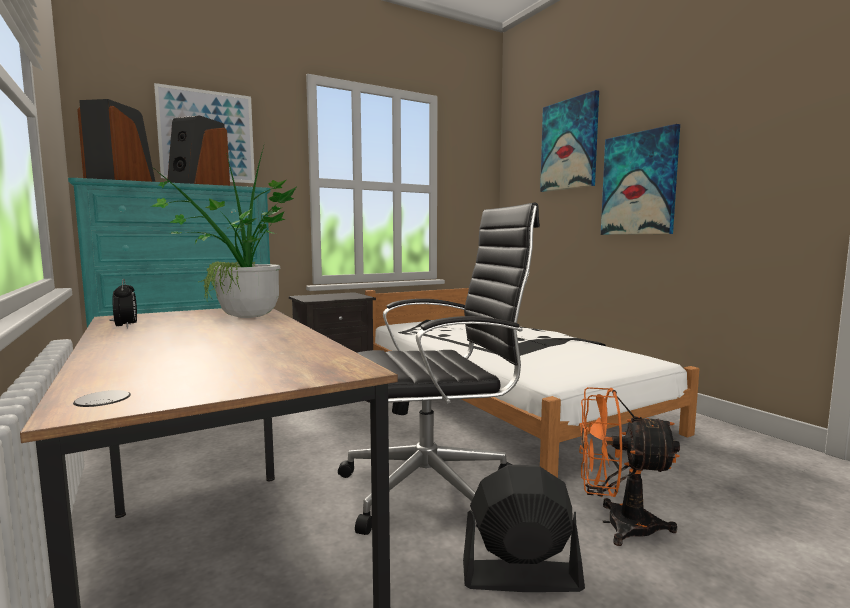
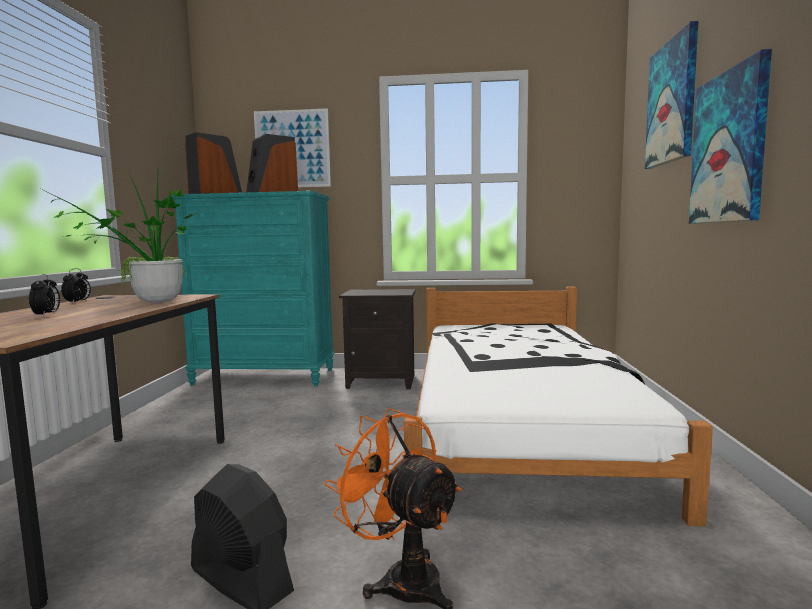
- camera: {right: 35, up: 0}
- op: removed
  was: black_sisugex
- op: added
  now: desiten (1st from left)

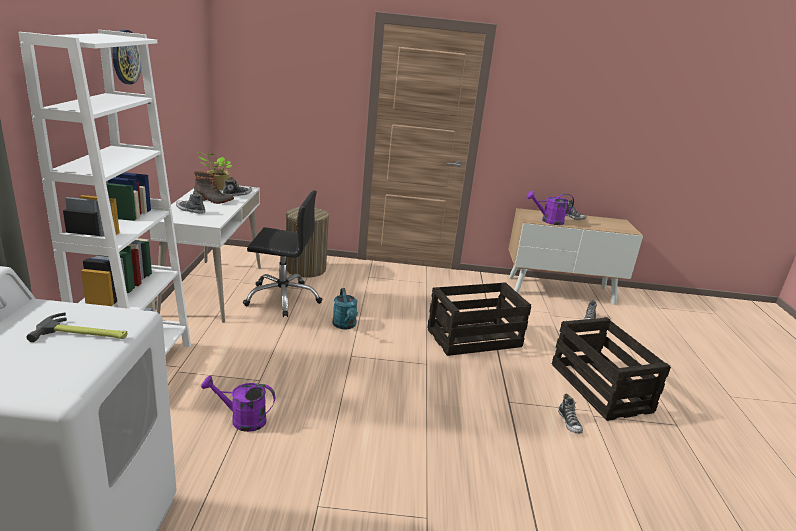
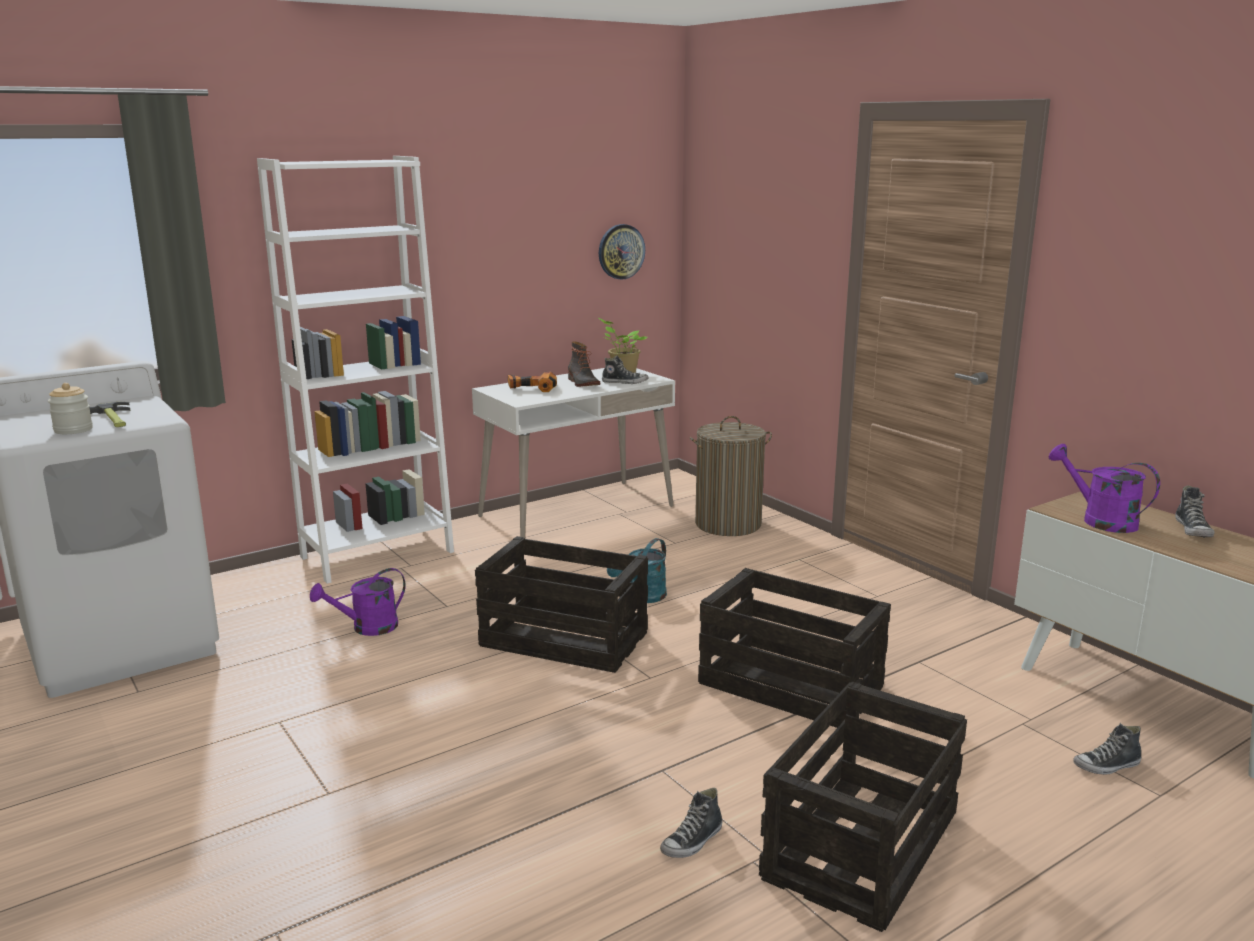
- camera: {right: 55, up: -5}
- op: moved
  was: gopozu
- op: replaced
  was: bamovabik (1st from left)
  now: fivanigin
- op: turned
  was: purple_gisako (1st from left)
  clockwise: -90
- op: removed
  was: black_sisugex
- op: added
  now: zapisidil
- op: added
  now: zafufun (1st from left)

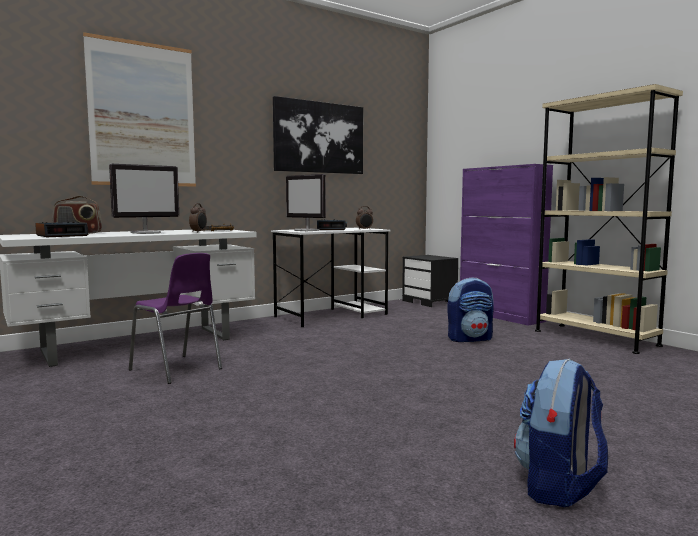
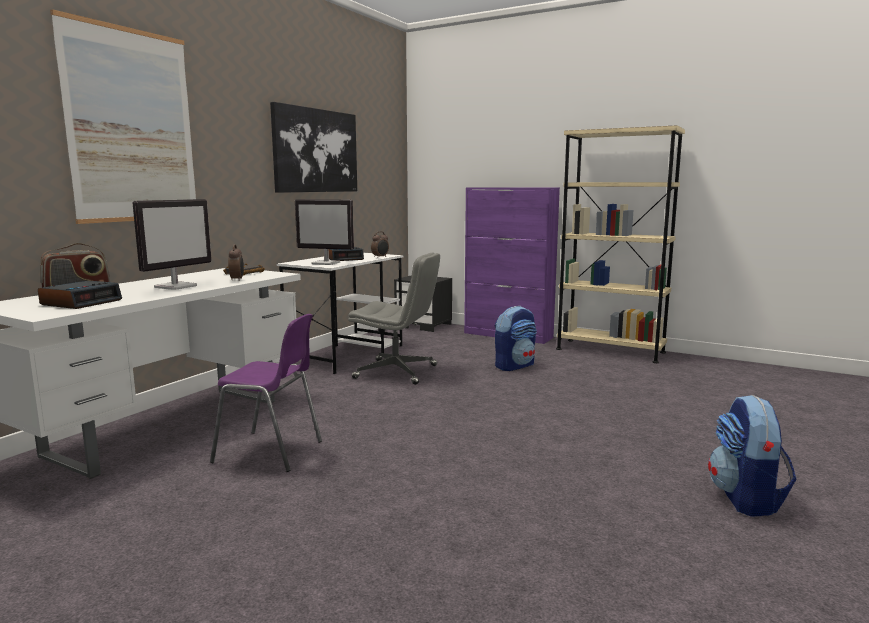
- camera: {right: -25, up: 5}
- op: added
  now: grey_sisugex

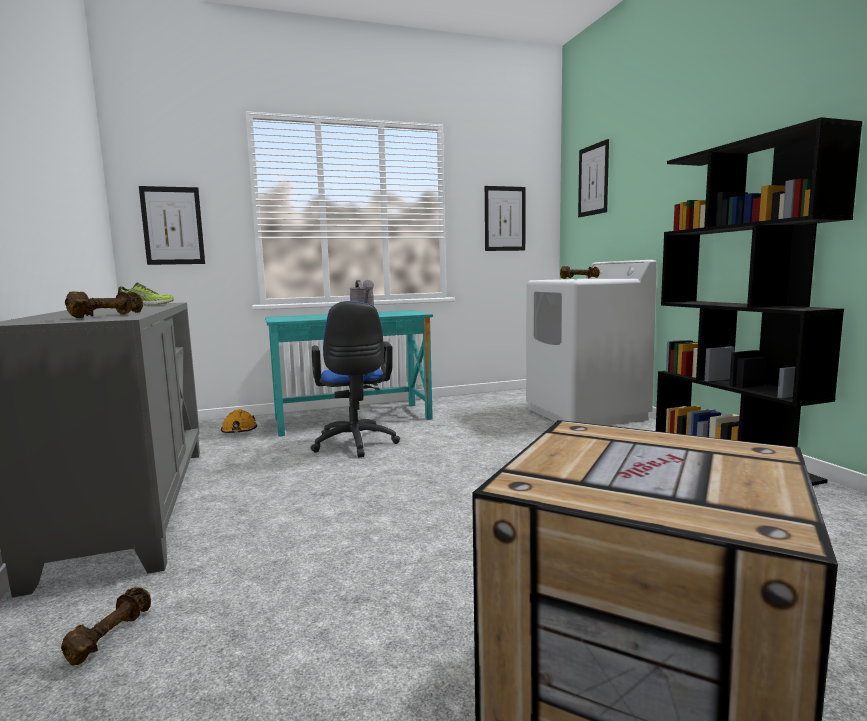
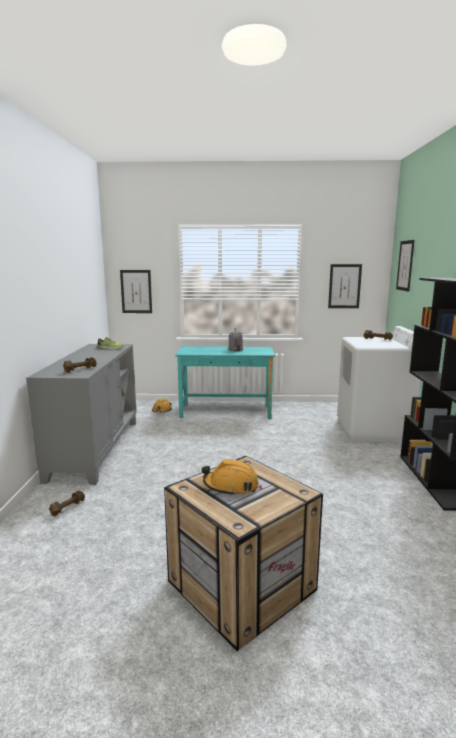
- camera: {right: 20, up: 5}
- op: removed
  was: blue_sisugex
- op: added
  now: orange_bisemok (2nd from left)

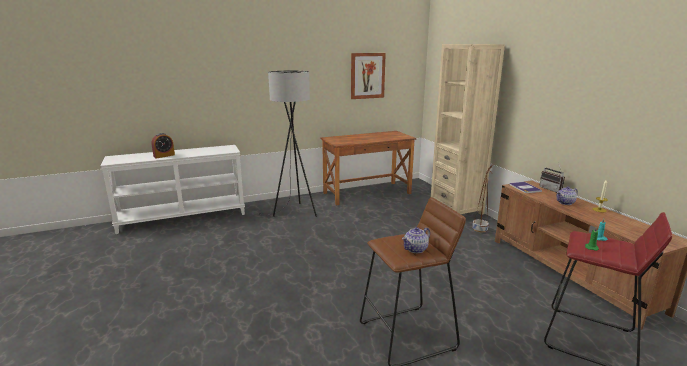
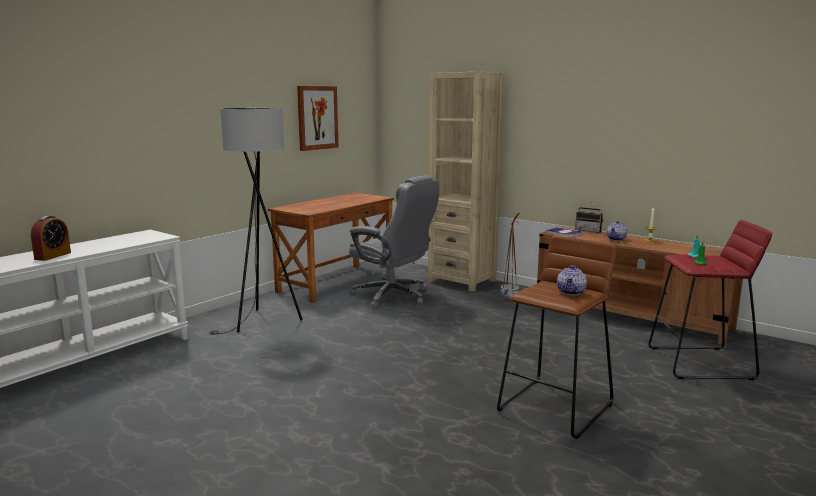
- camera: {right: -30, up: -5}
- op: added
  now: grey_sisugex

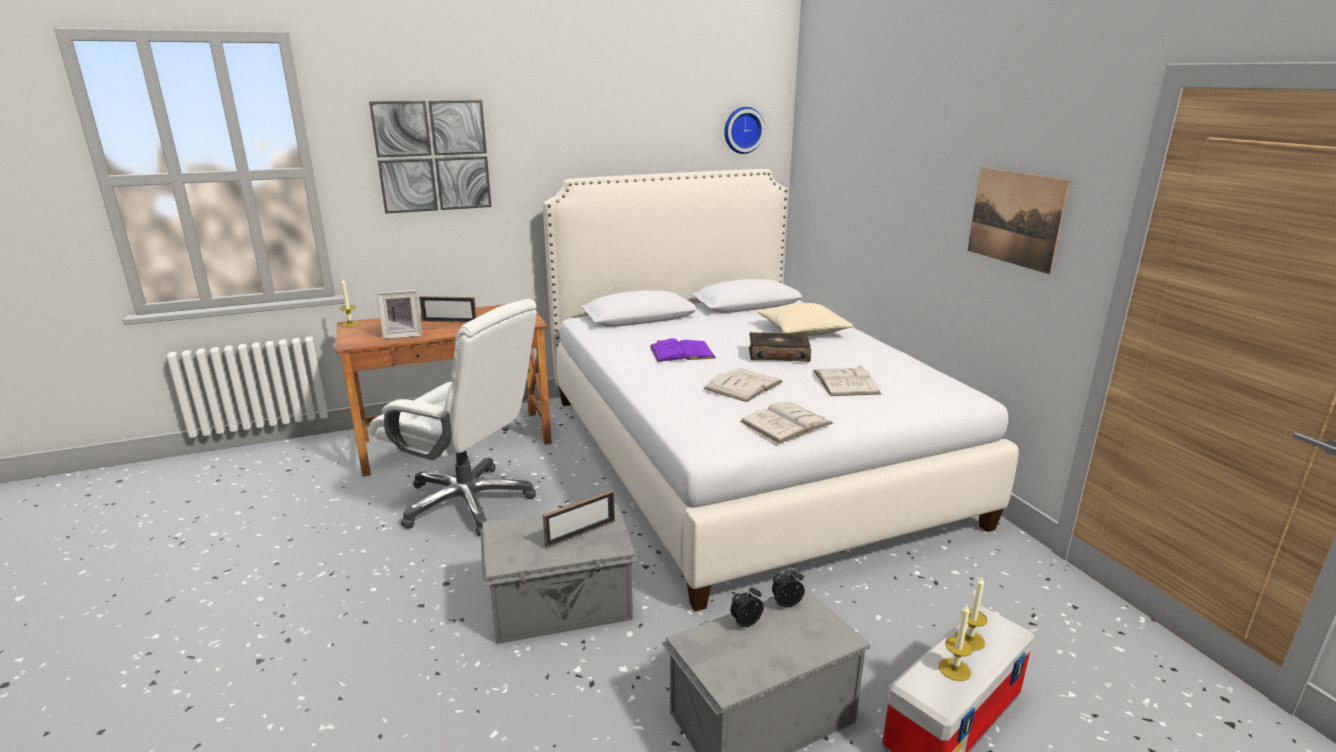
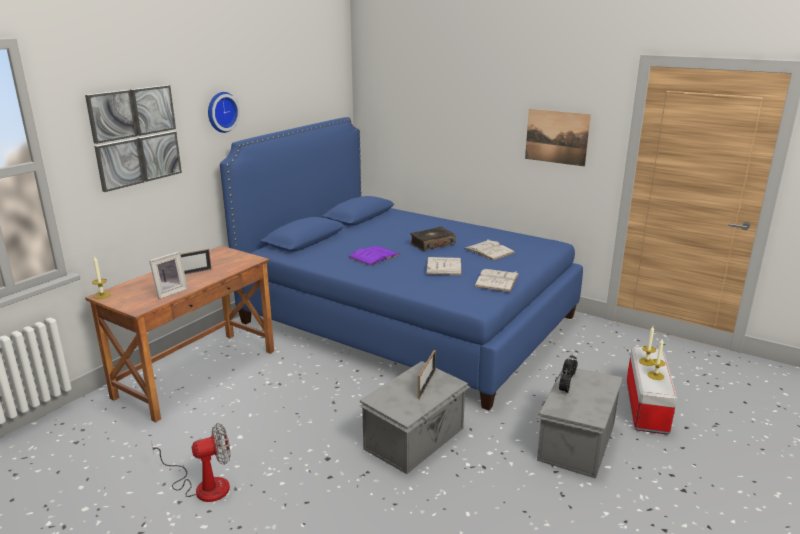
- camera: {right: -35, up: 0}
- op: removed
  was: white_sisugex
- op: recoloured
  was: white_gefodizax
  now: blue_gefodizax
- op: moved
  was: gopozu
- op: removed
  was: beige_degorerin
- op: added
  now: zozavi

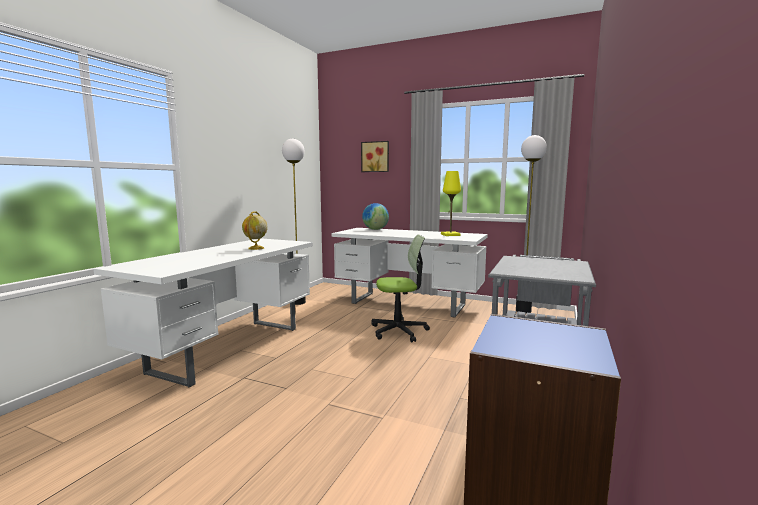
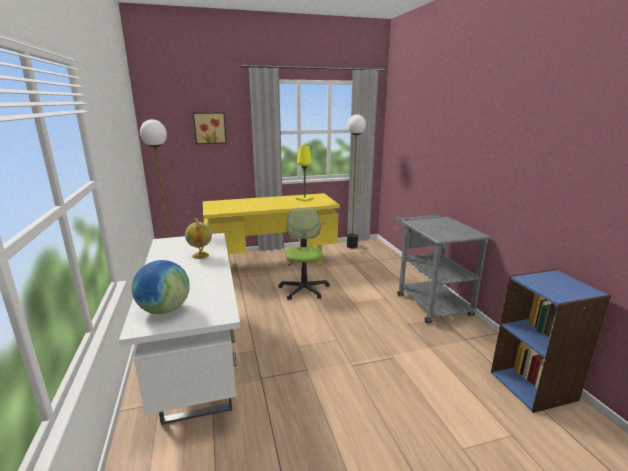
- camera: {right: -40, up: 10}
- op: recoloured
  was: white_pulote (2nd from left)
  now: yellow_pulote
- op: moved
  was: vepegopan (2nd from left in the first image)
  now: vepegopan (1st from left)
- op: turned
  was: sisugex
  clockwise: -45

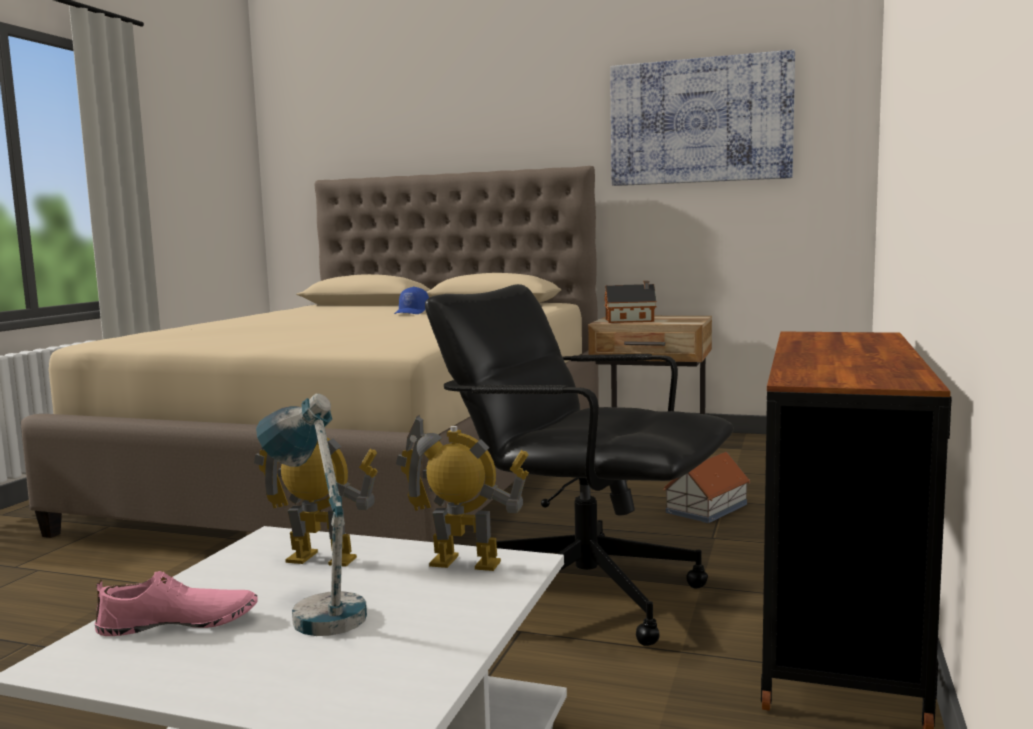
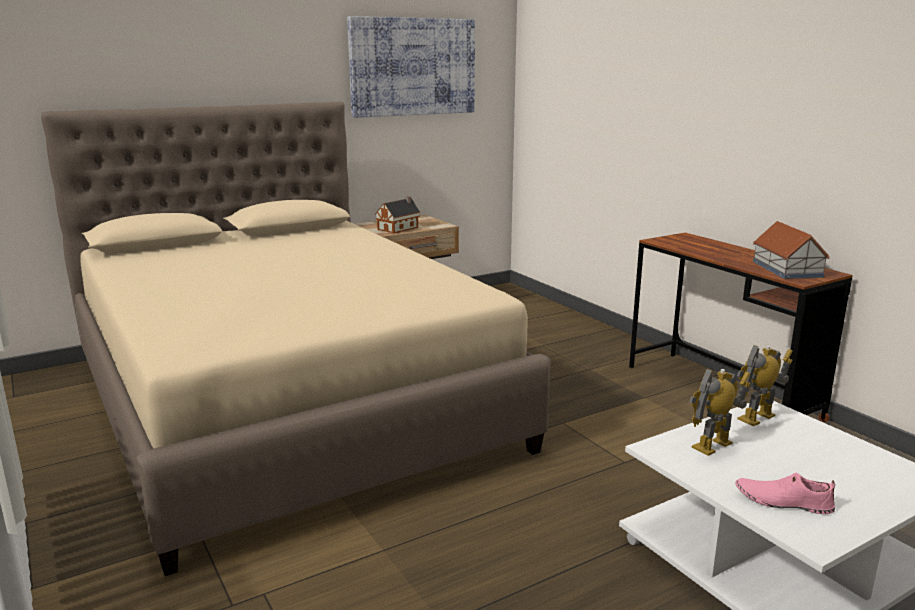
- camera: {right: -50, up: 10}
- op: turned
  was: pink_bamovabik
  clockwise: -105
- op: removed
  was: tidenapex
- op: removed
  was: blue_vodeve
- op: removed
  was: black_sisugex
- op: moved
  was: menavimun (2nd from left)

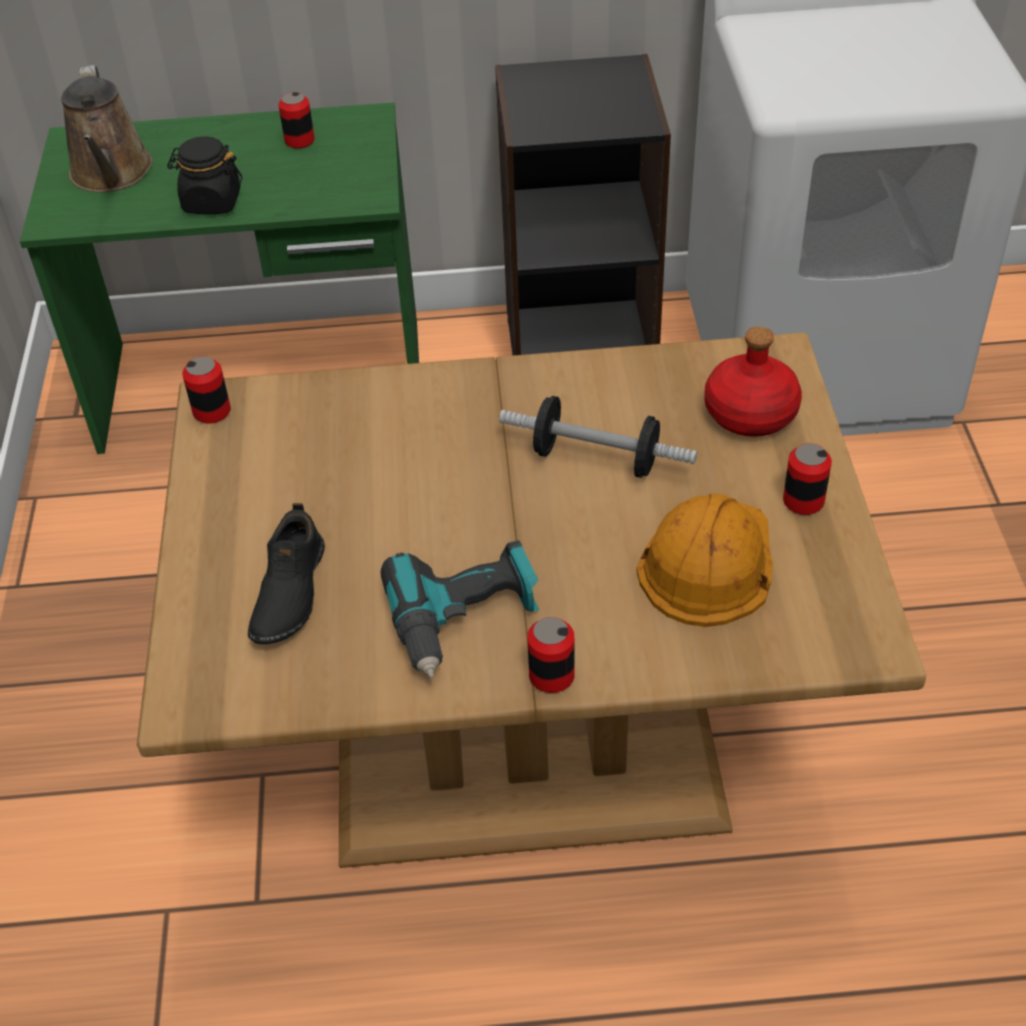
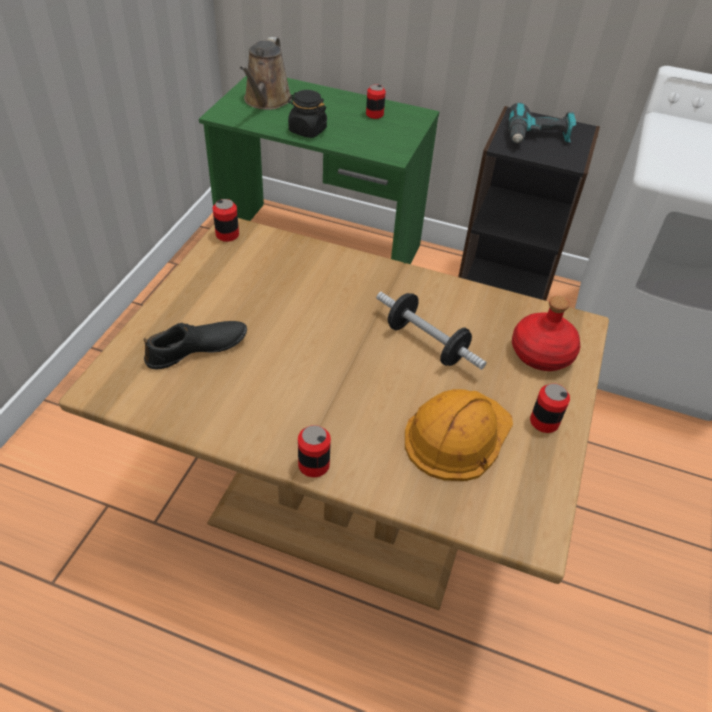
- camera: {right: 20, up: 0}
- op: turned
  was: black_bamovabik
  clockwise: -150
- op: moved
  was: fivanigin

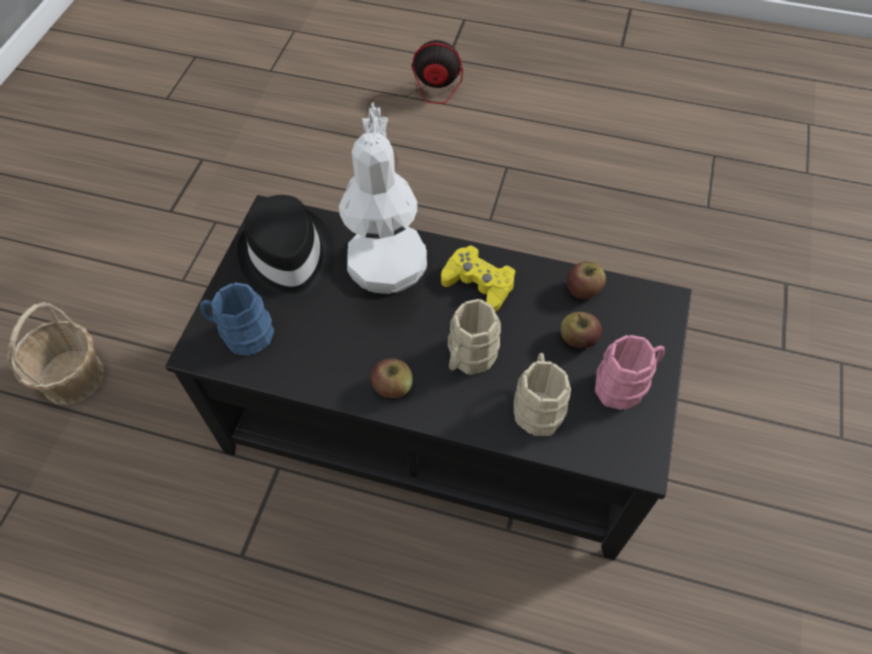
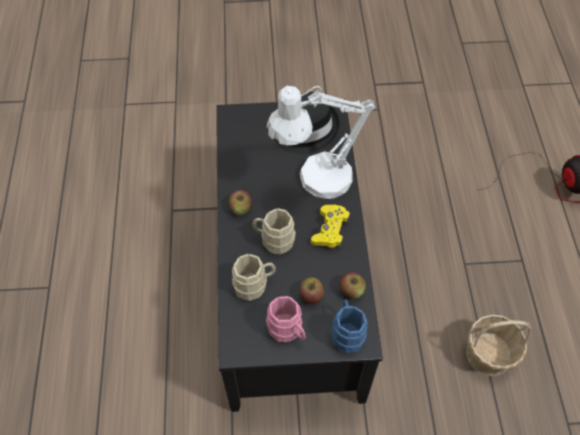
- camera: {right: 70, up: 0}
- op: moved
  was: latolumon
- op: moved
  was: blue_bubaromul

